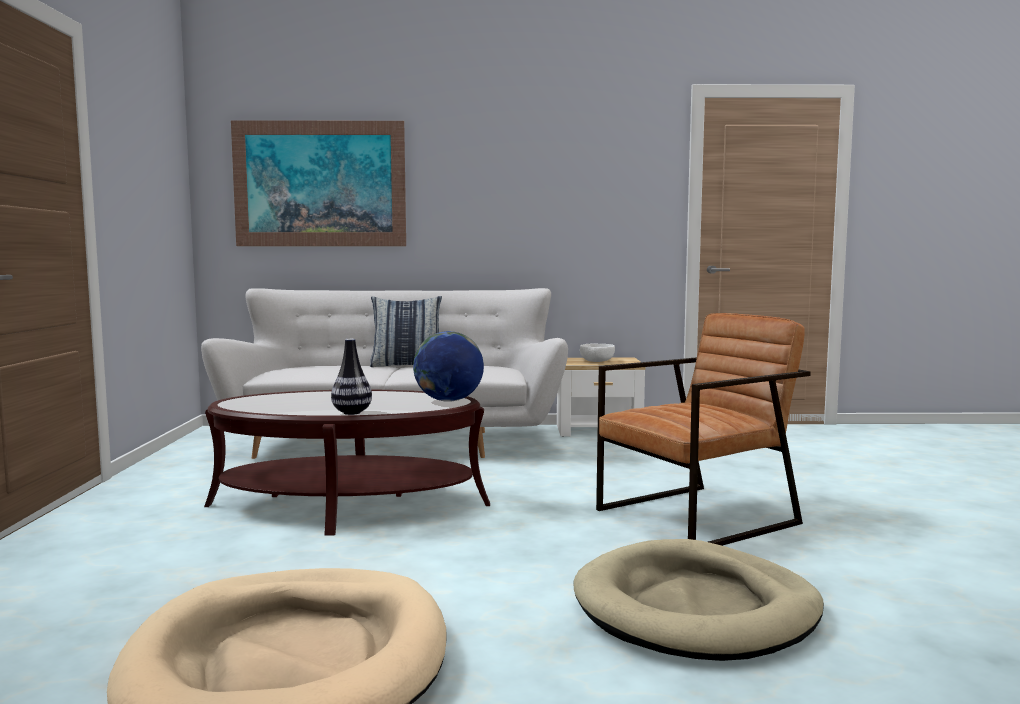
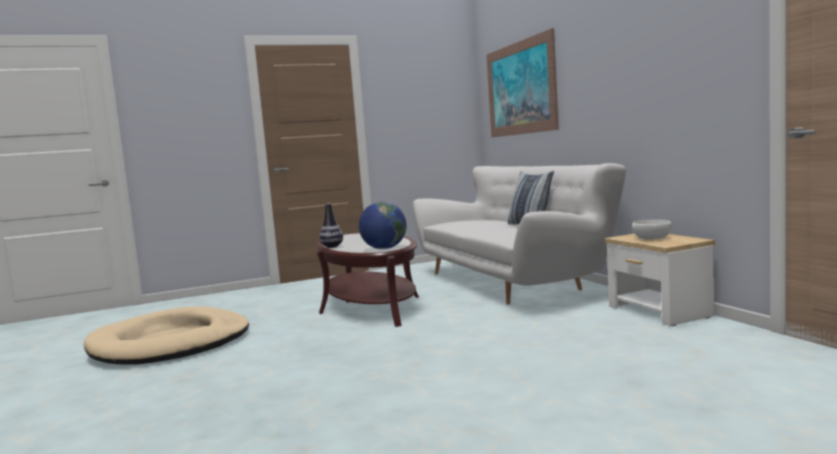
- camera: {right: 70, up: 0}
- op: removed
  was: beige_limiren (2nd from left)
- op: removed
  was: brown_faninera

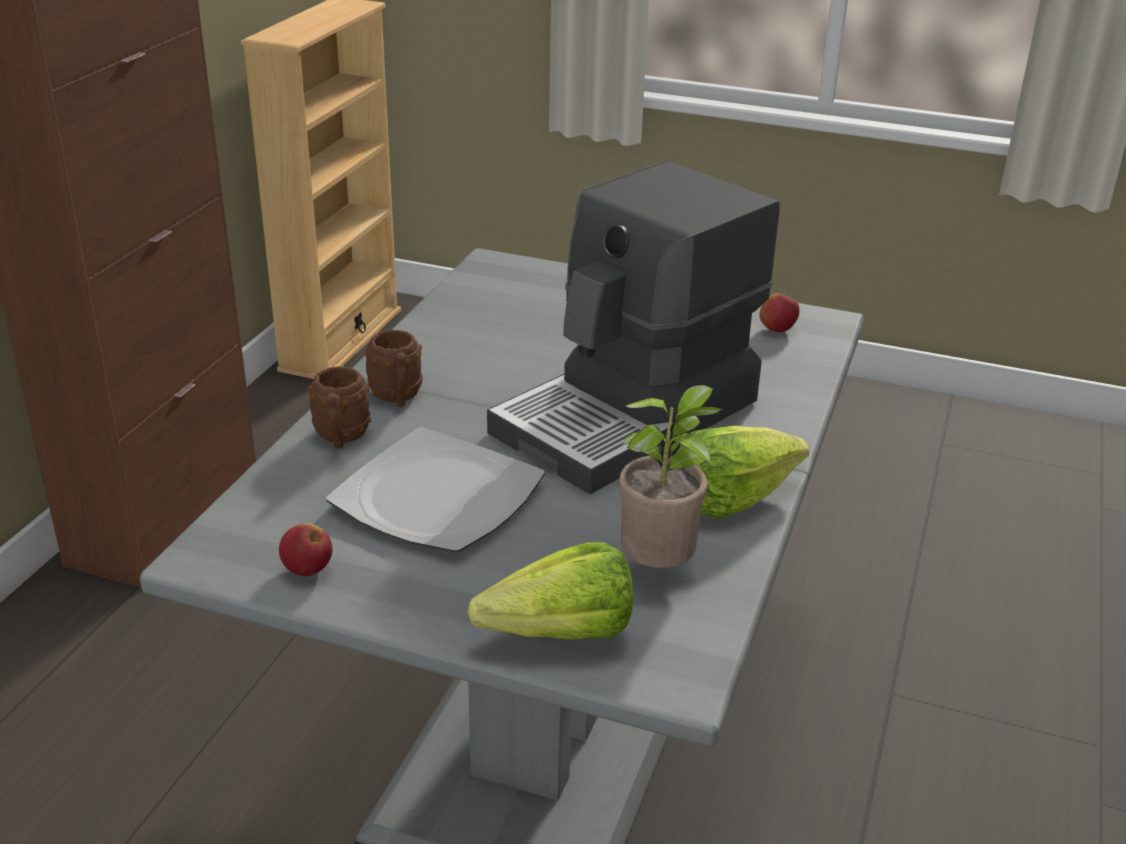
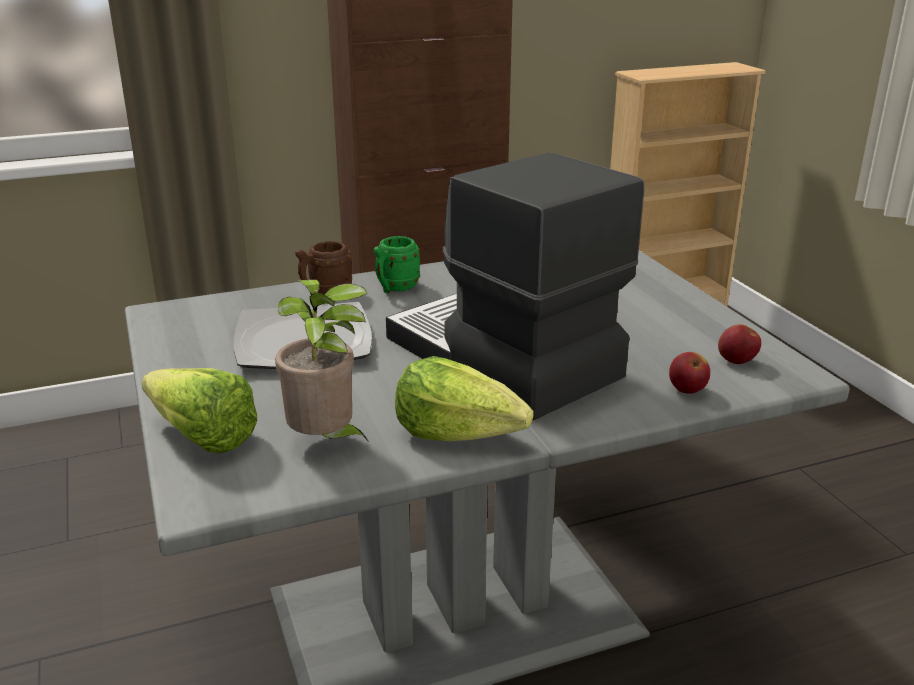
- camera: {right: 50, up: -5}
- op: moved
  was: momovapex (1st from left)
- op: recoloured
  was: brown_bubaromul (2nd from left)
  now: green_bubaromul
- op: turned
  was: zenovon
  clockwise: 45

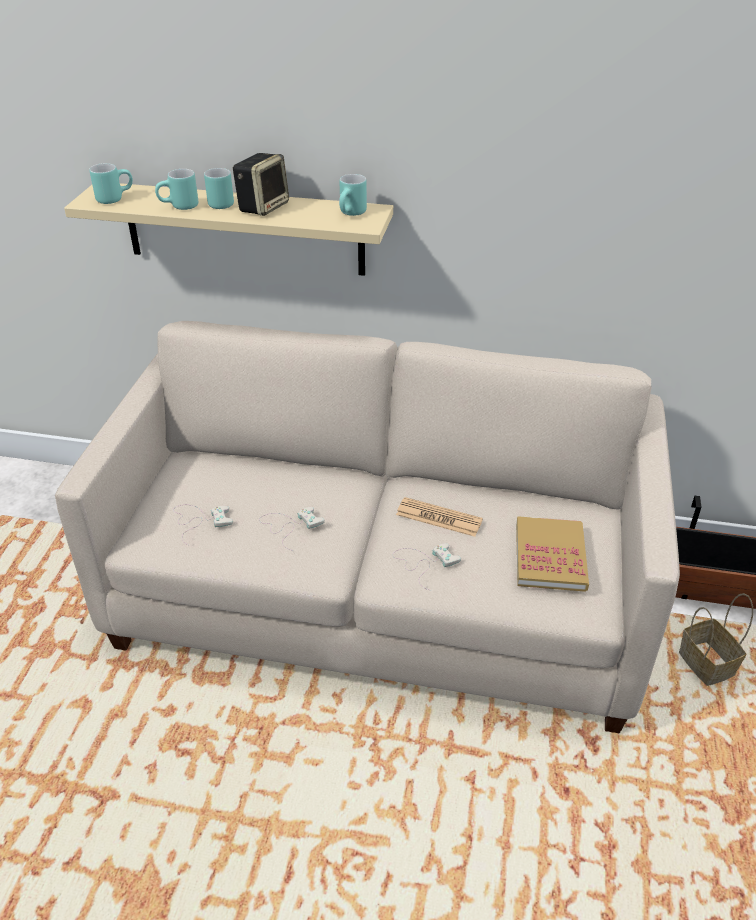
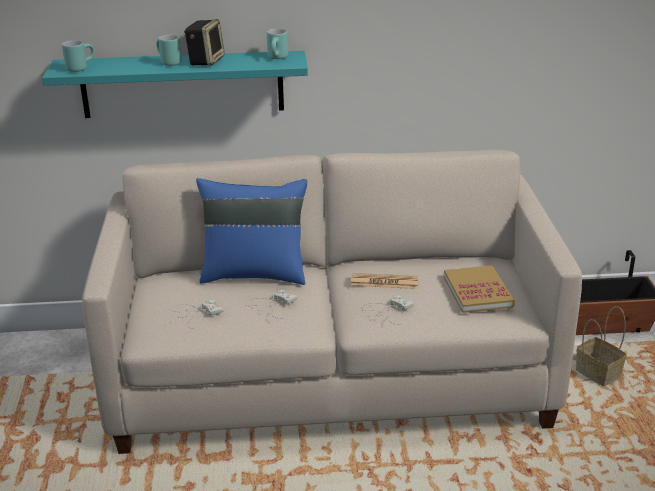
- camera: {right: -15, up: -10}
- op: recoloured
  was: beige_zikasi
  now: turquoise_zikasi
- op: removed
  was: turquoise_bubaromul (2nd from left)
- op: added
  now: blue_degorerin

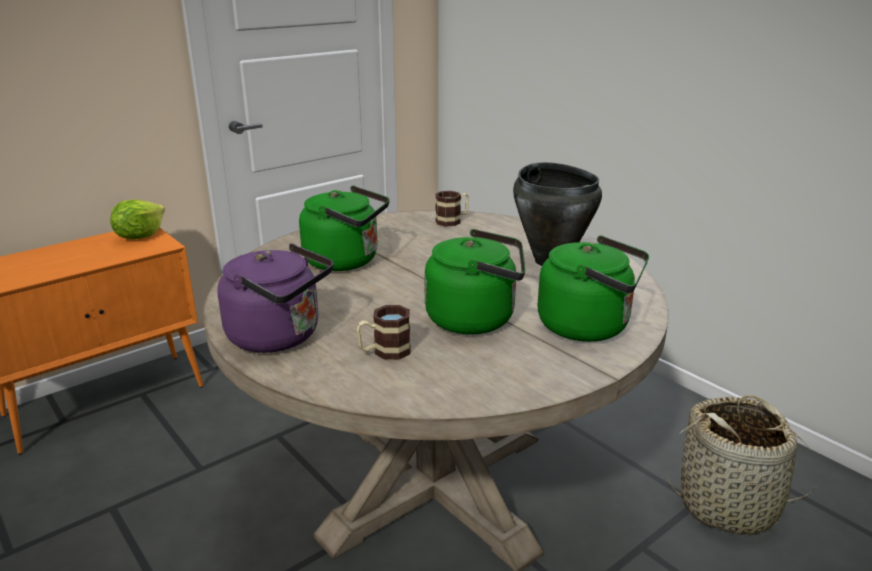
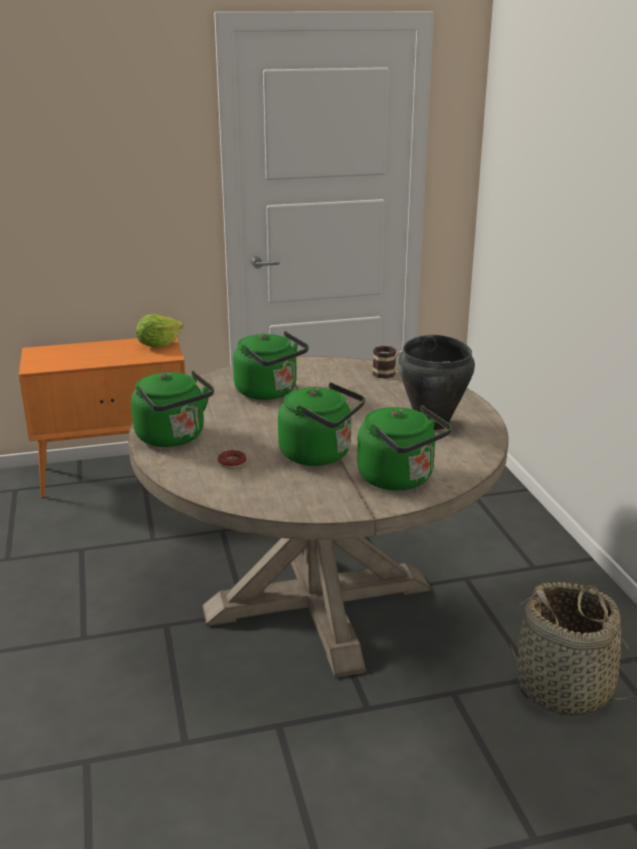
- camera: {right: 25, up: 0}
- op: recoloured
  was: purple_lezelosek
  now: green_lezelosek (1st from left)
- op: replaced
  was: bubaromul (1st from left)
  now: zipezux

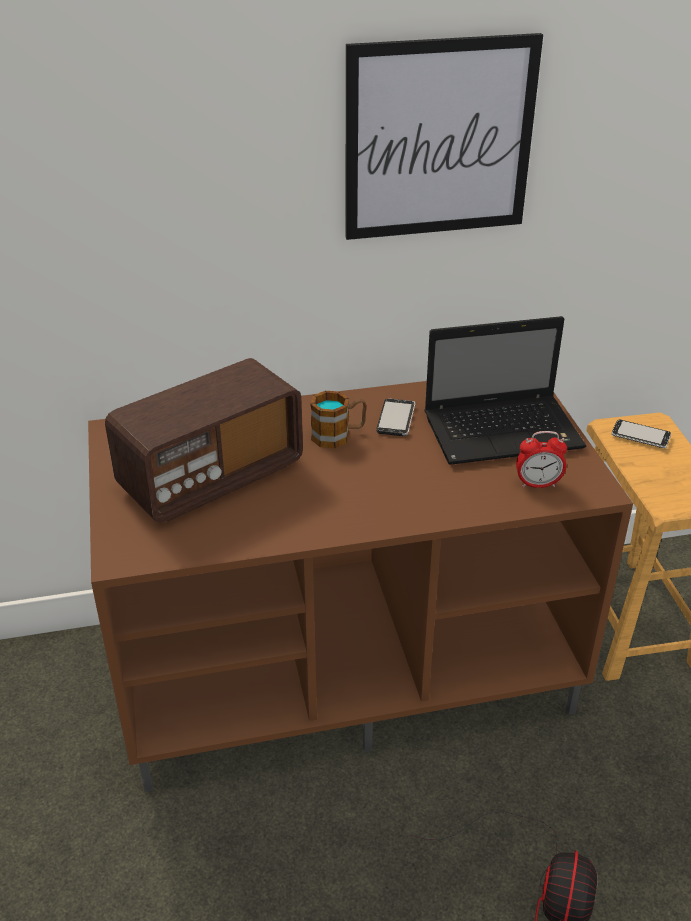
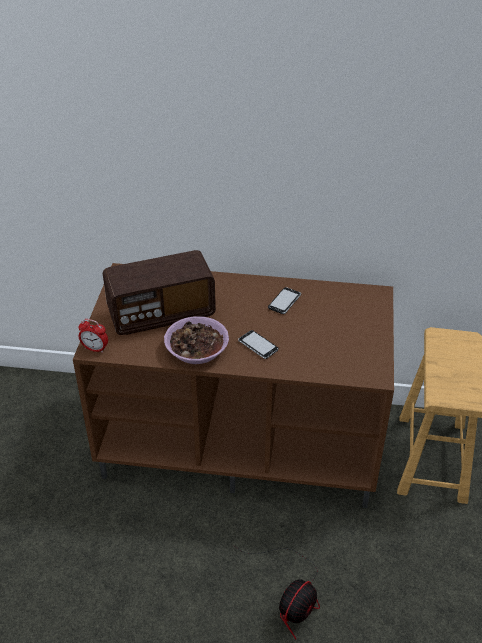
- camera: {right: 20, up: 5}
- op: removed
  was: bubaromul
- op: removed
  was: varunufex
- op: removed
  was: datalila
- op: moved
  was: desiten
- op: moved
  was: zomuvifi (2nd from left in the first image)
  now: zomuvifi (1st from left)
- op: added
  now: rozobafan

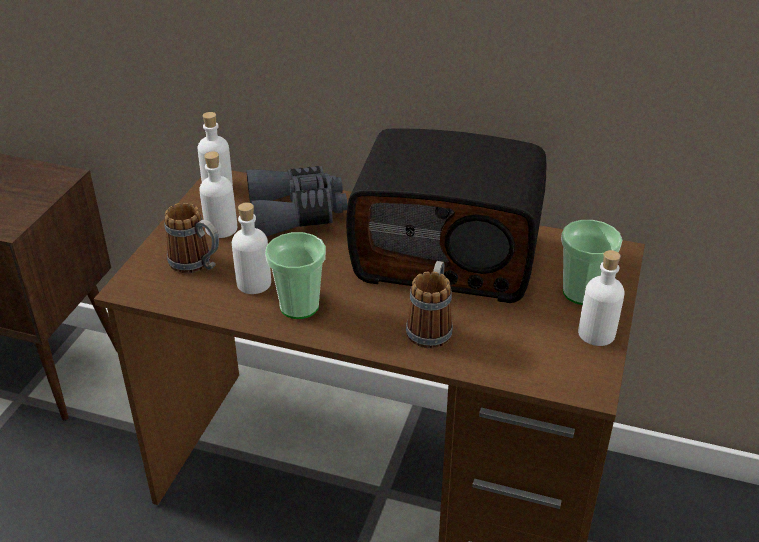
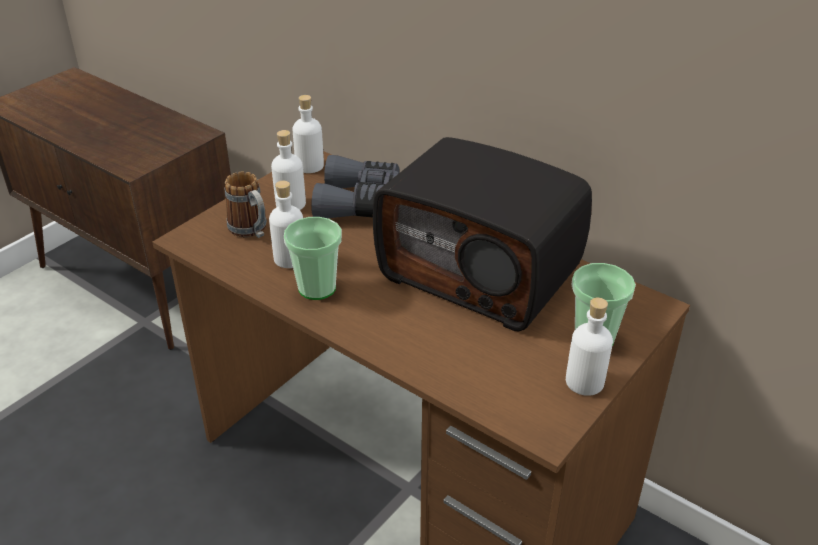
- camera: {right: 20, up: 0}
- op: removed
  was: bubaromul (2nd from left)

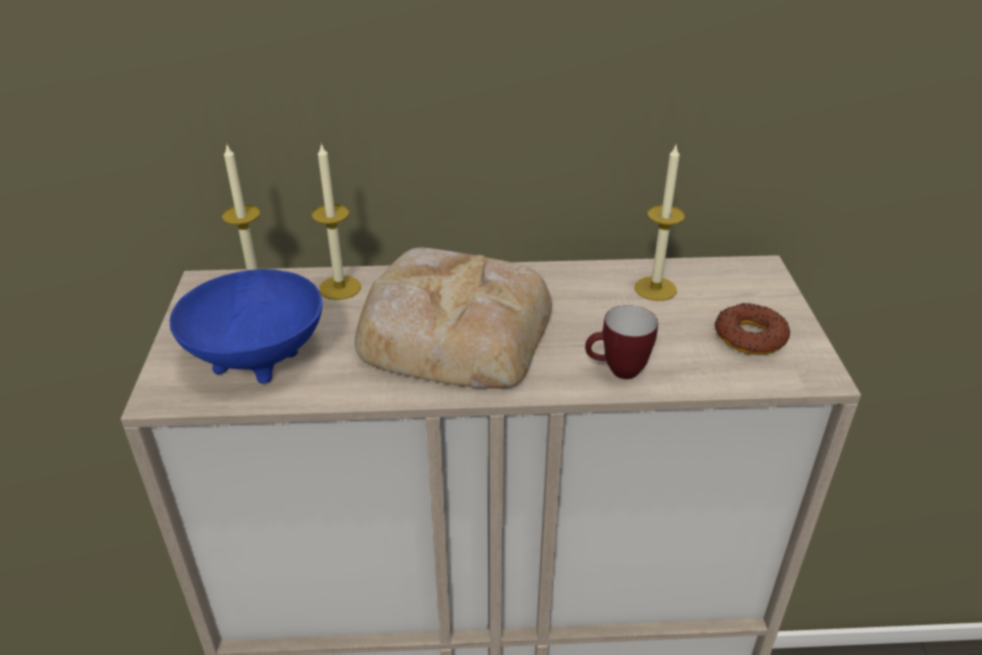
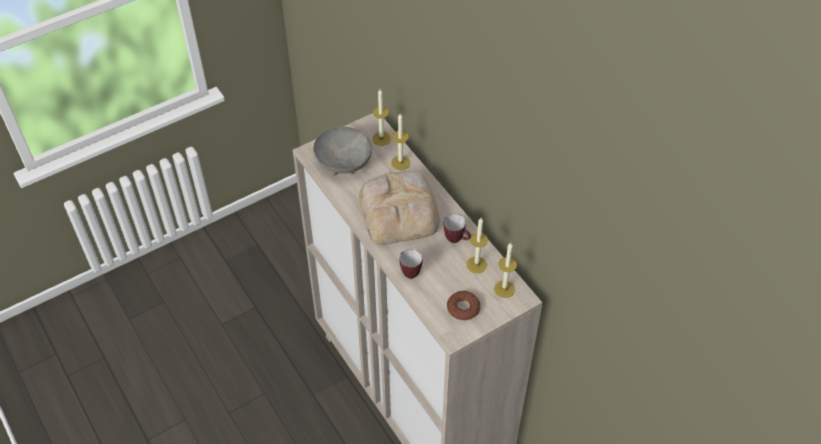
- camera: {right: 60, up: 15}
- op: recoloured
  was: blue_rozobafan
  now: grey_rozobafan
- op: added
  now: bubaromul (2nd from left)
- op: added
  now: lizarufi (4th from left)

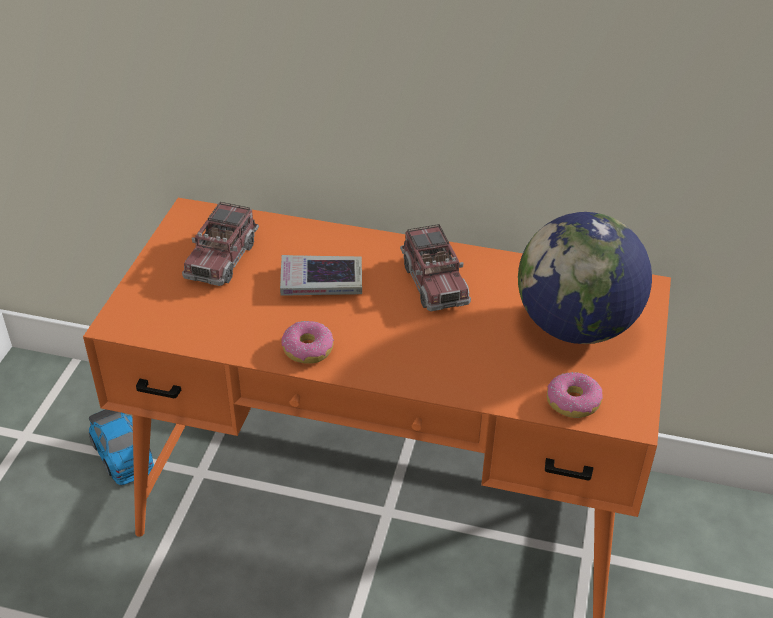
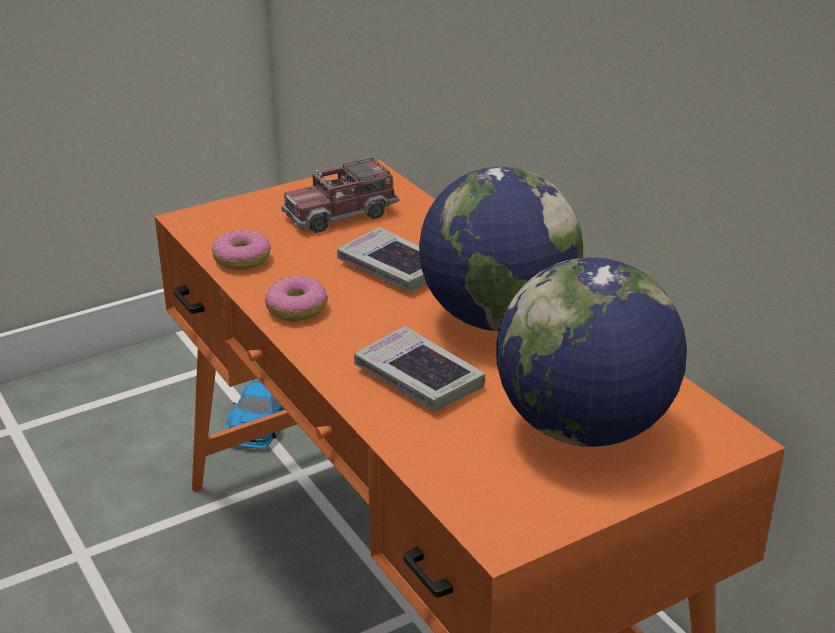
- camera: {right: 45, up: -10}
- op: replaced
  was: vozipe (2nd from left)
  now: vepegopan (1st from left)
- op: moved
  was: zipezux (2nd from left in the first image)
  now: zipezux (1st from left)
- op: added
  now: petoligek (2nd from left)

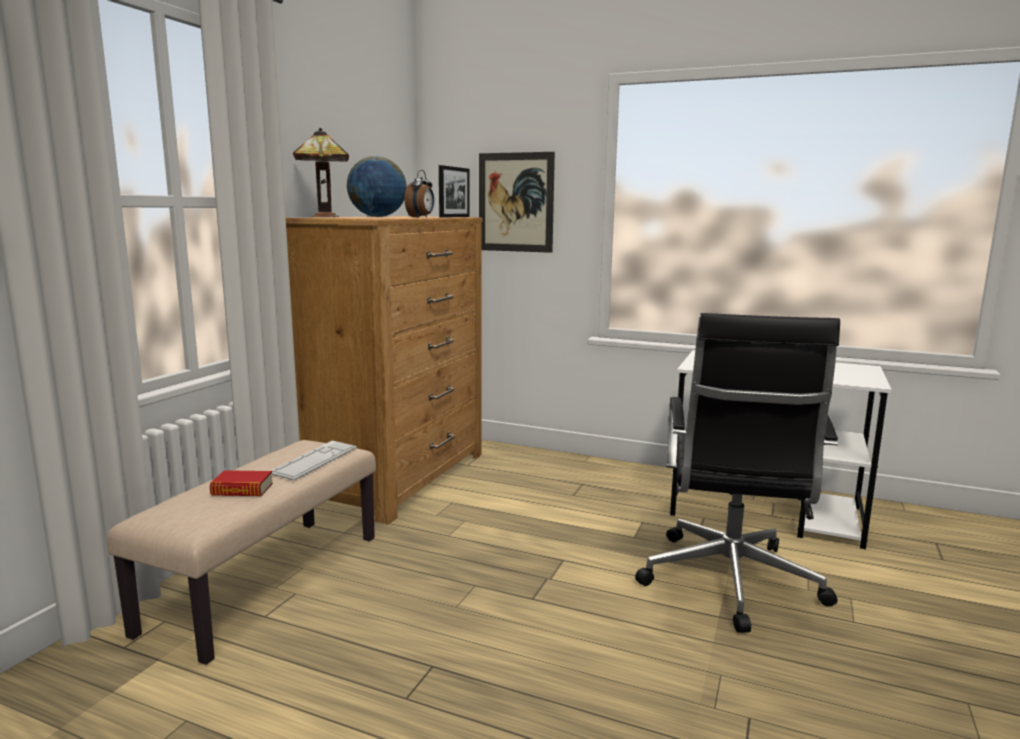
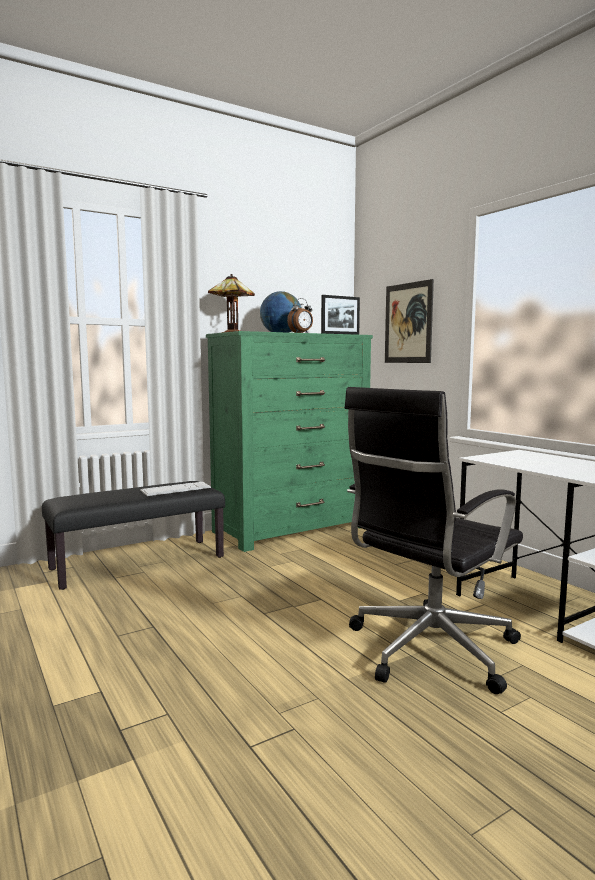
- camera: {right: 35, up: -5}
- op: recoloured
  was: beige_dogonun
  now: black_dogonun
- op: removed
  was: petoligek
- op: recoloured
  was: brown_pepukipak
  now: green_pepukipak

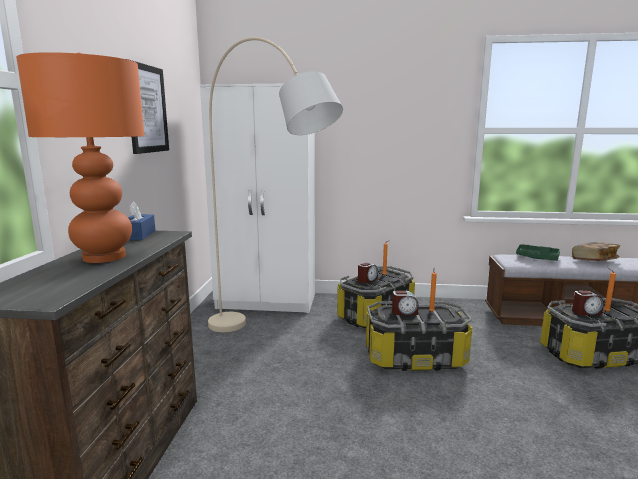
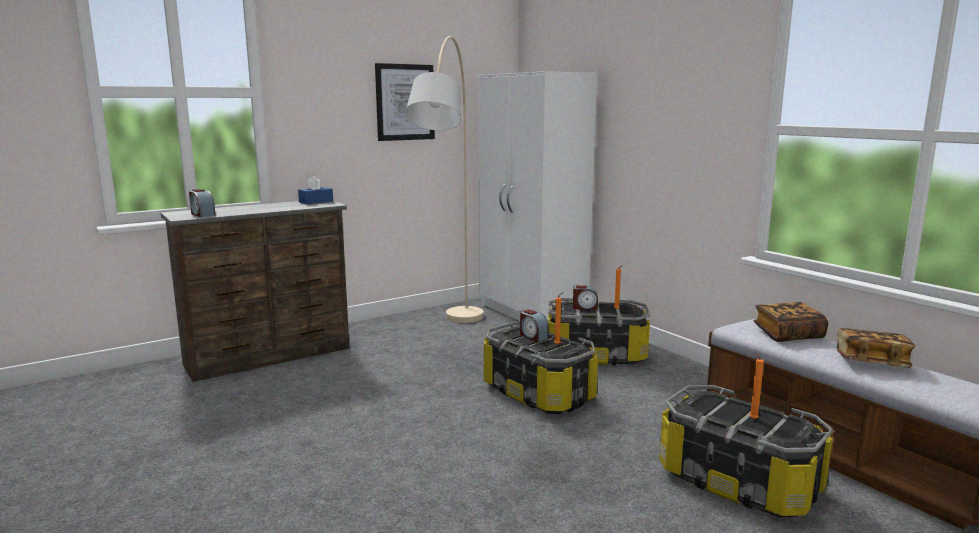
- camera: {right: 50, up: 0}
- op: removed
  was: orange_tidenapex
- op: replaced
  was: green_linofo
  now: petoligek (1st from left)
- op: moved
  was: desiten (3rd from left in the first image)
  now: desiten (1st from left)

